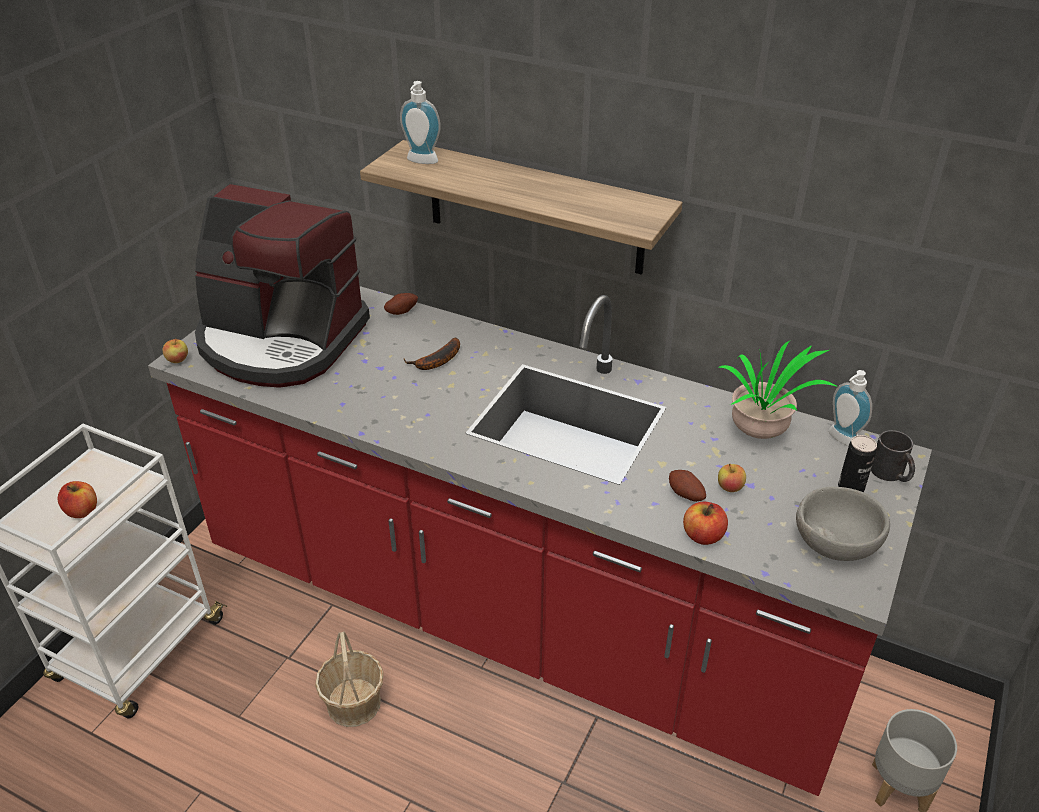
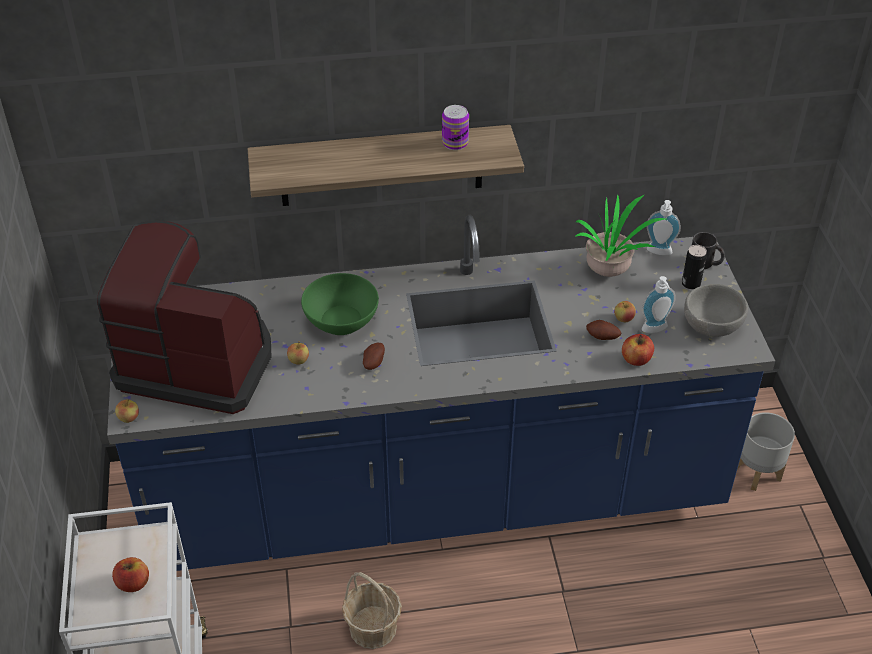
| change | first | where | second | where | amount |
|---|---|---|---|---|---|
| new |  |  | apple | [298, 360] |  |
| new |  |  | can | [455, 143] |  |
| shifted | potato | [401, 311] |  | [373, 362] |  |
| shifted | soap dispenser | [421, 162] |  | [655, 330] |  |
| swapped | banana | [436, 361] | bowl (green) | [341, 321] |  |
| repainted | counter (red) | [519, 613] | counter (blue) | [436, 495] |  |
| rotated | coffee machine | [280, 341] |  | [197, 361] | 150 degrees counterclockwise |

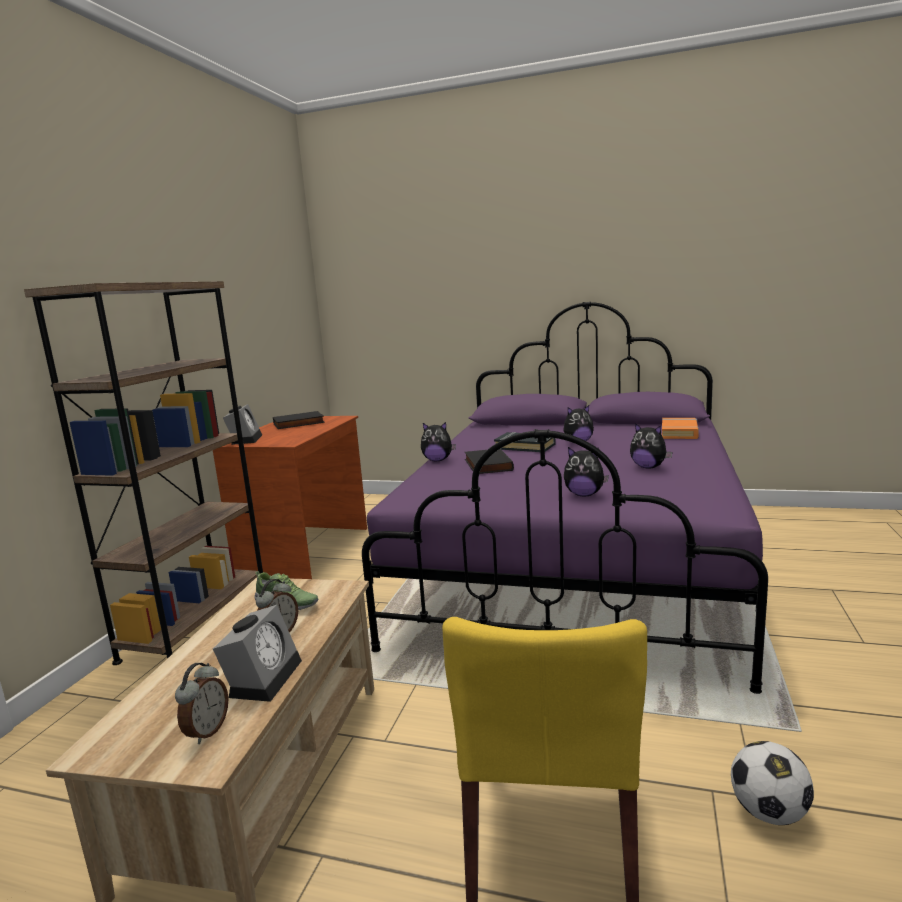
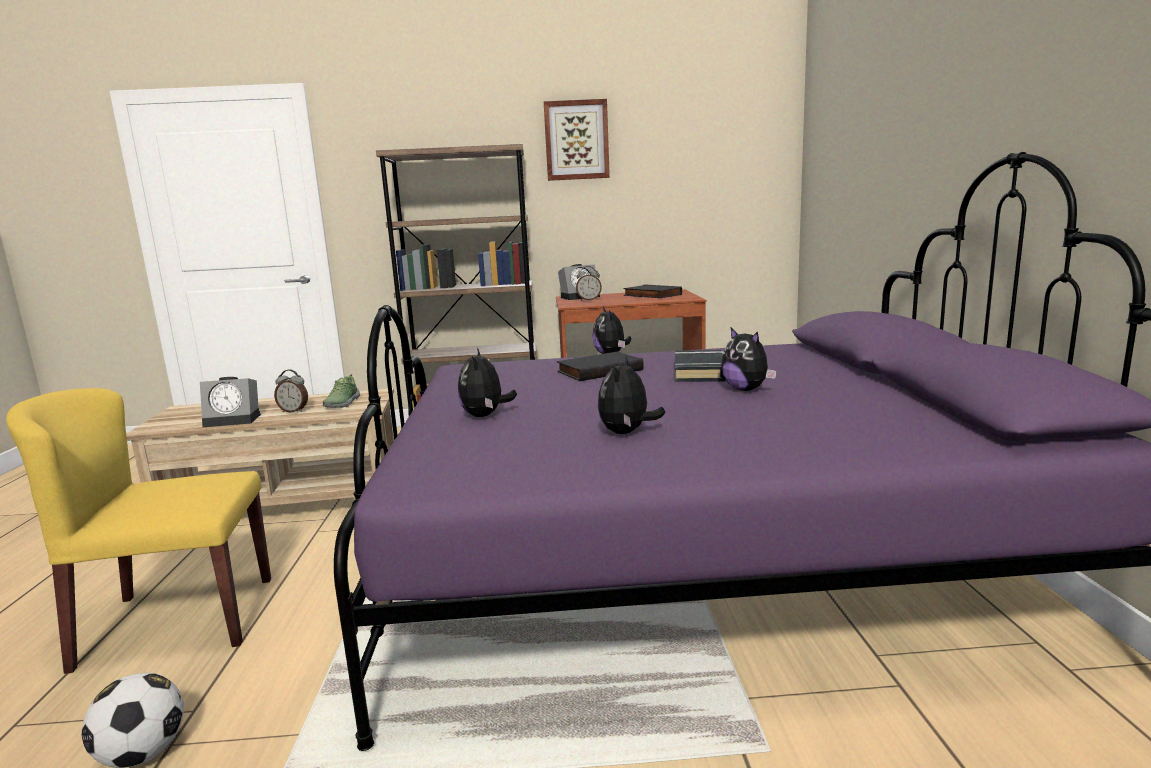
| change | first | where | second | where | amount |
|---|---|---|---|---|---|
| gone | book (orange) | [679, 432] |  |  |  |
| new |  |  | picture | [576, 140] |  |
| shifted | alarm clock | [206, 731] |  | [589, 300] |  |

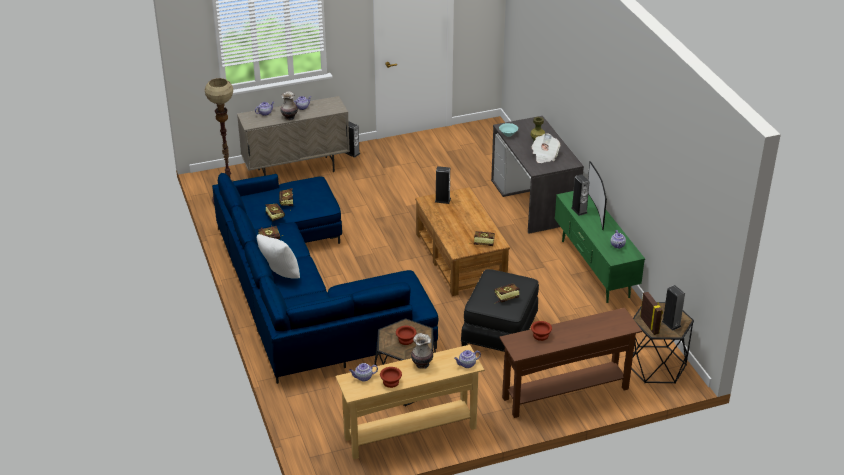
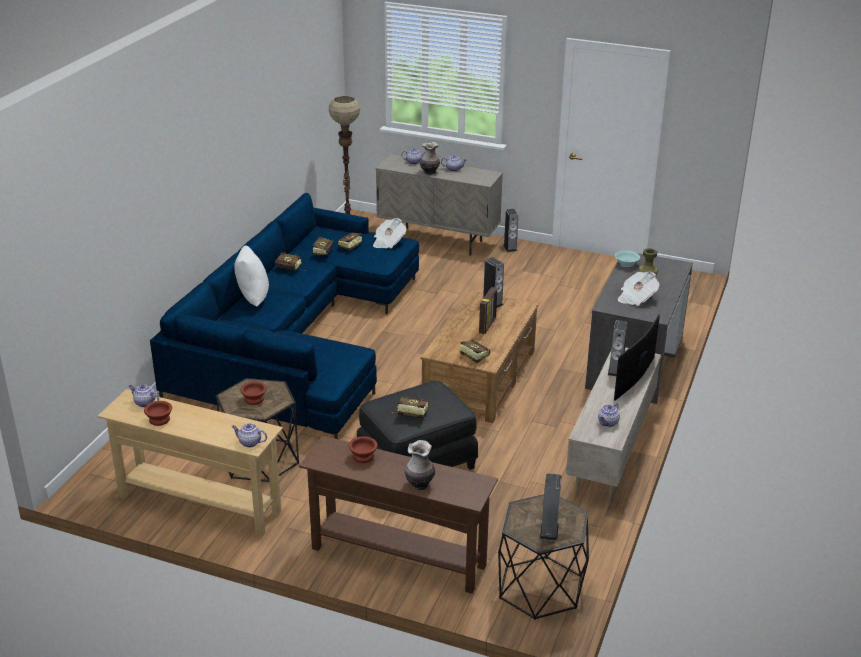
| change | first | where | second | where | amount |
|---|---|---|---|---|---|
| new |  |  | newspaper | [388, 242] |  |
| shifted | vase | [422, 364] |  | [419, 484] |  |
| shifted | picture frame | [650, 325] |  | [488, 326] |  |
| repainted | tv stand (green) | [594, 269] | tv stand (beige) | [610, 455] |  |

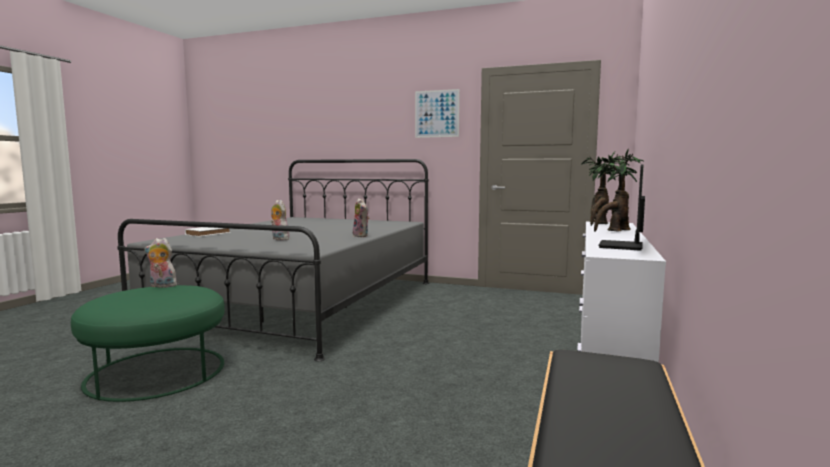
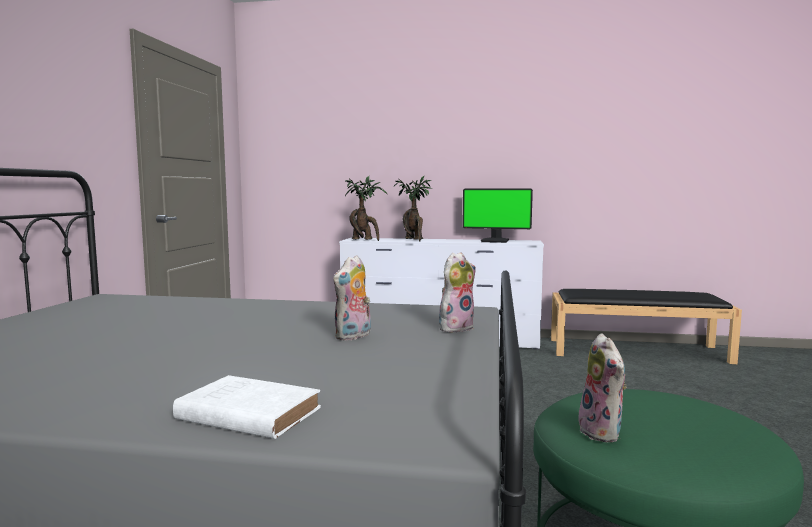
| change | first | where | second | where | amount |
|---|---|---|---|---|---|
| gone | picture | [436, 113] |  |  |  |
| shifted | plush toy | [362, 236] |  | [455, 327] |  |

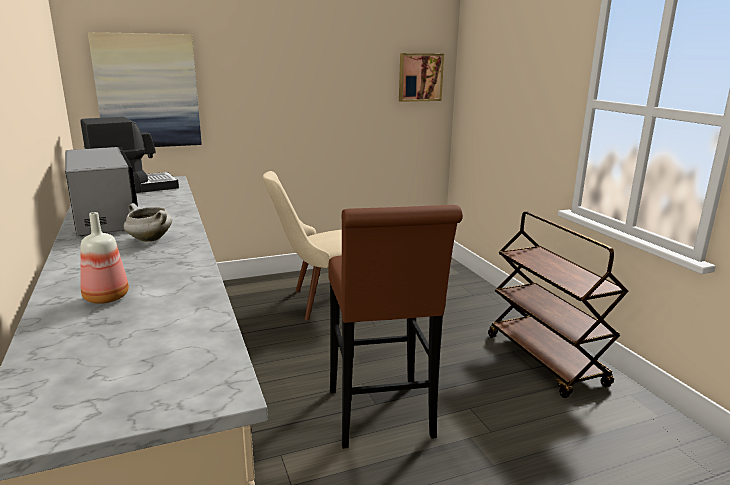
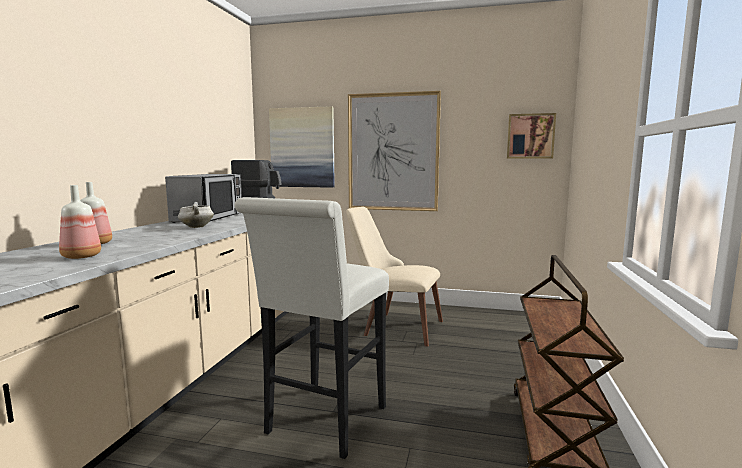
| change | first | where | second | where | amount |
|---|---|---|---|---|---|
| new |  |  | bottle | [80, 257] |  |
| new |  |  | picture | [393, 152] |  |
| repainted | stool (brown) | [382, 419] | stool (white) | [322, 424] |  |

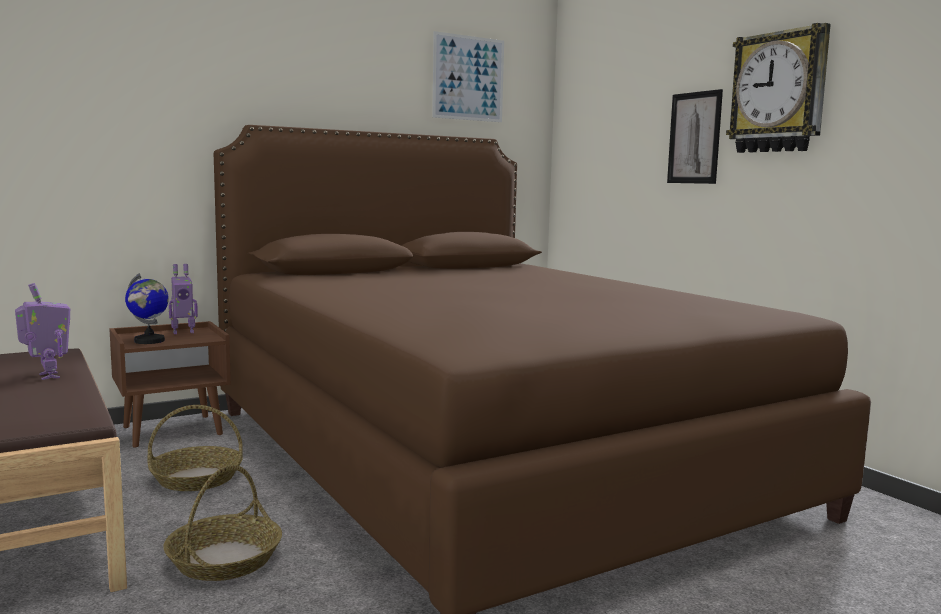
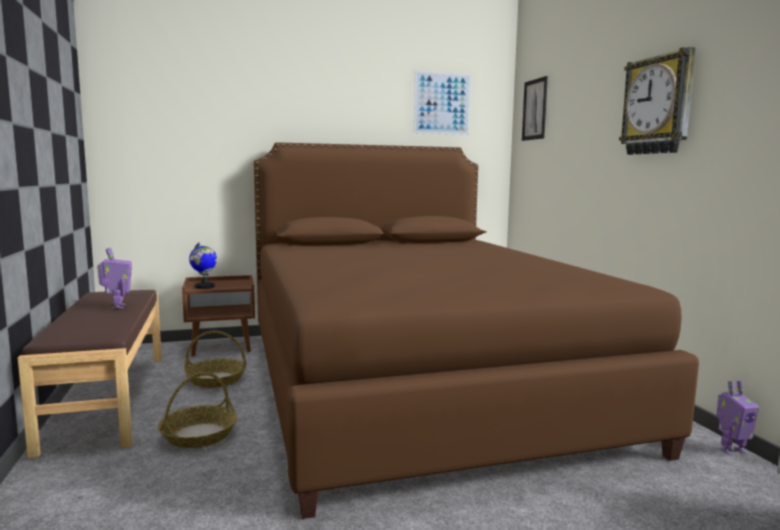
| change | first | where | second | where | amount |
|---|---|---|---|---|---|
| shifted | toy robot | [183, 332] |  | [731, 450] |  |
| shifted | picture | [694, 138] |  | [534, 109] |  |

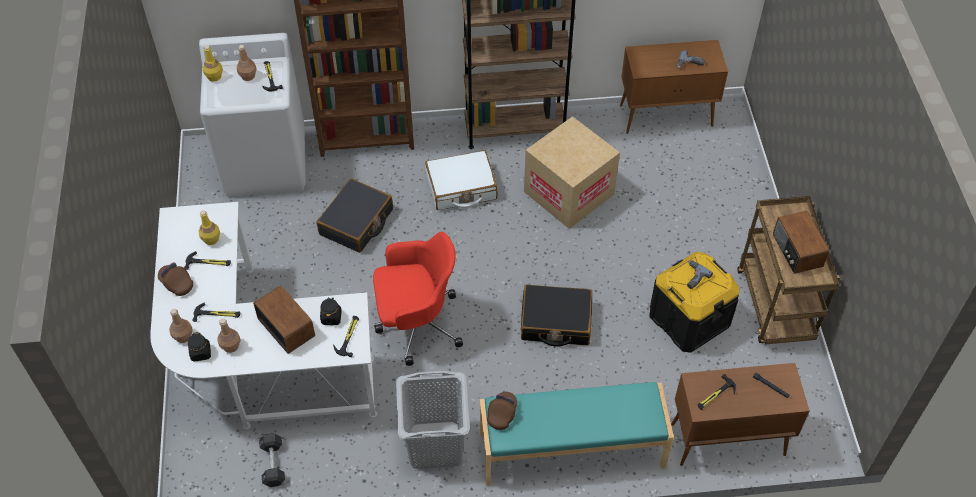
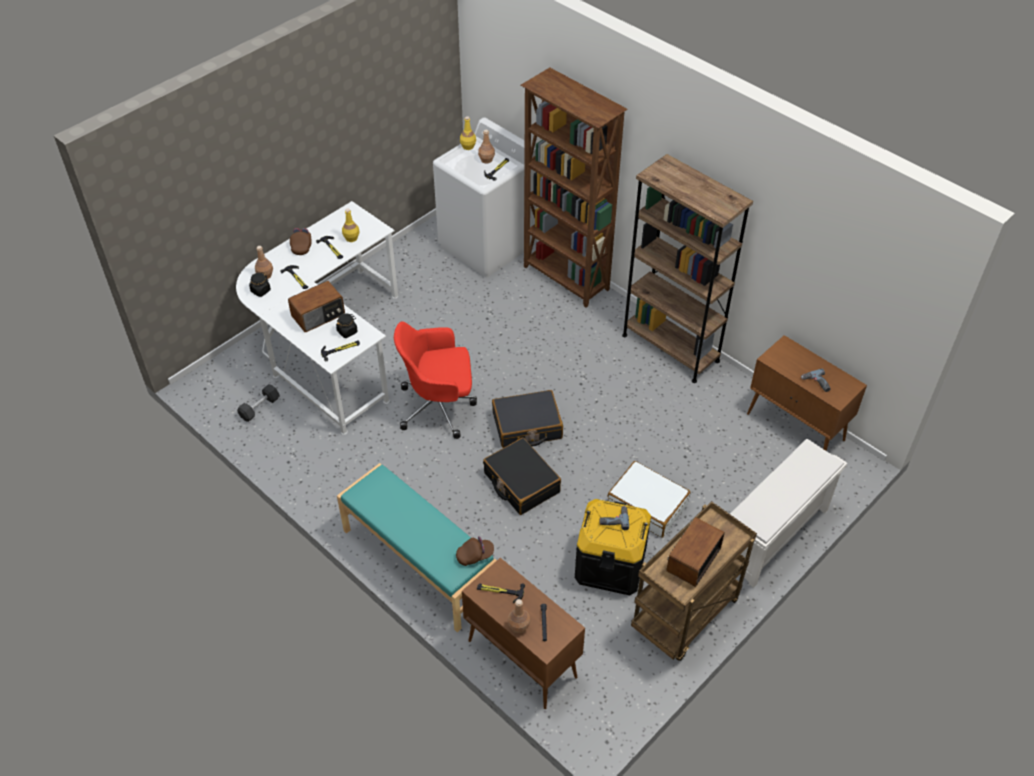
| change | first | where | second | where | amount |
|---|---|---|---|---|---|
| gone | laundry basket (grey) | [436, 444] |  |  |  |
| gone | cardboard box | [569, 193] |  |  |  |
| new |  |  | shoe rack (white) | [773, 536] |  |
| shifted | bottle (brown) | [231, 346] |  | [518, 626] |  |
| shifted | suitcase (black) | [356, 222] |  | [527, 426] |  |
| shifted | suitcase (white) | [461, 188] |  | [647, 506] |  |
| shifted | cap (brown) | [502, 414] |  | [475, 555] |  |
| rotated | radio | [287, 327] |  | [319, 316] | 45 degrees clockwise |
| rotated | office chair (red) | [416, 324] |  | [439, 407] | 135 degrees clockwise |

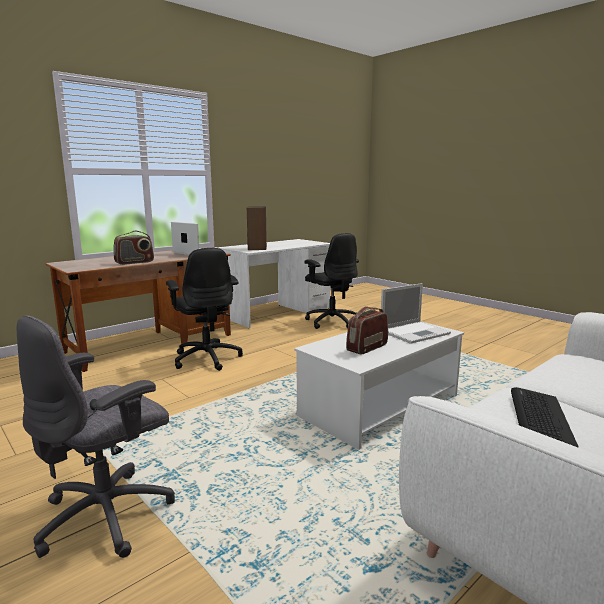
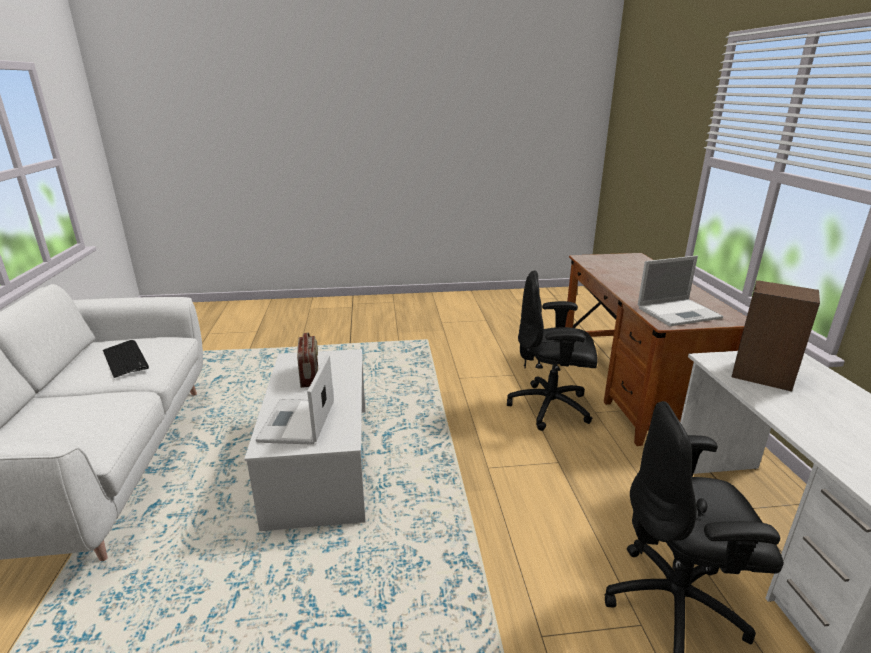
| change | first | where | second | where | amount |
|---|---|---|---|---|---|
| gone | office chair (grey) | [108, 515] |  |  |  |
| gone | radio | [134, 262] |  |  |  |

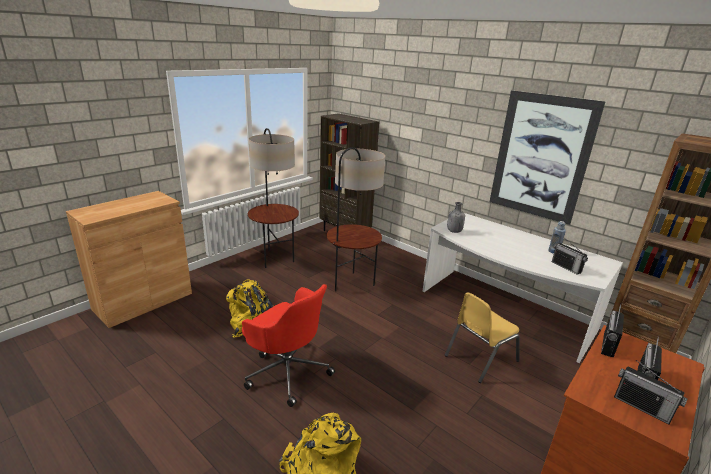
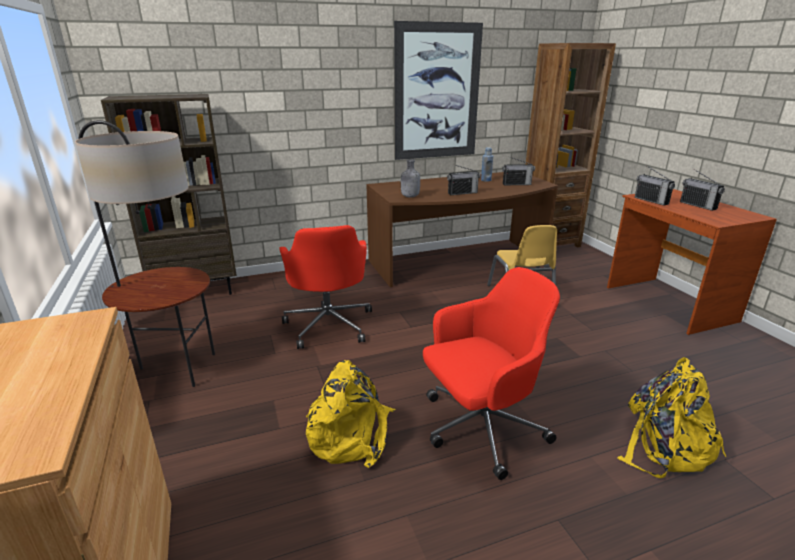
| change | first | where | second | where | amount |
|---|---|---|---|---|---|
| shifted | radio | [642, 407] |  | [462, 193] |  |
| swapped | floor lamp | [351, 284] | office chair (red) | [329, 324] |  |
| repainted | desk (white) | [503, 312] | desk (brown) | [459, 263] |  |

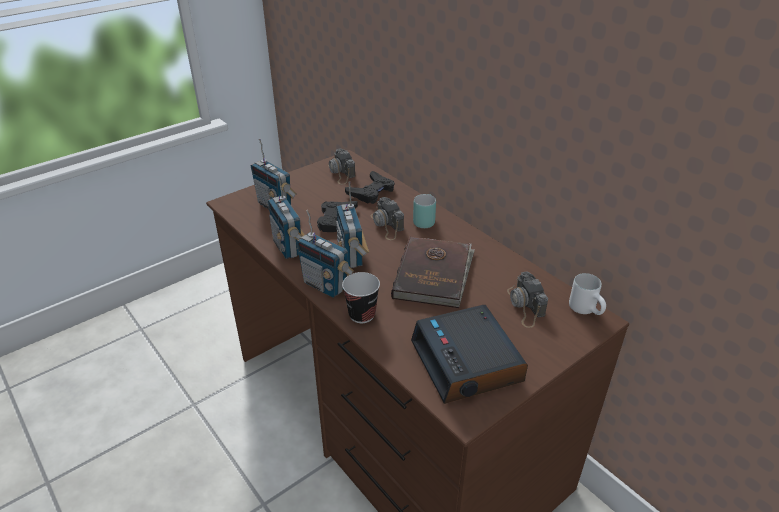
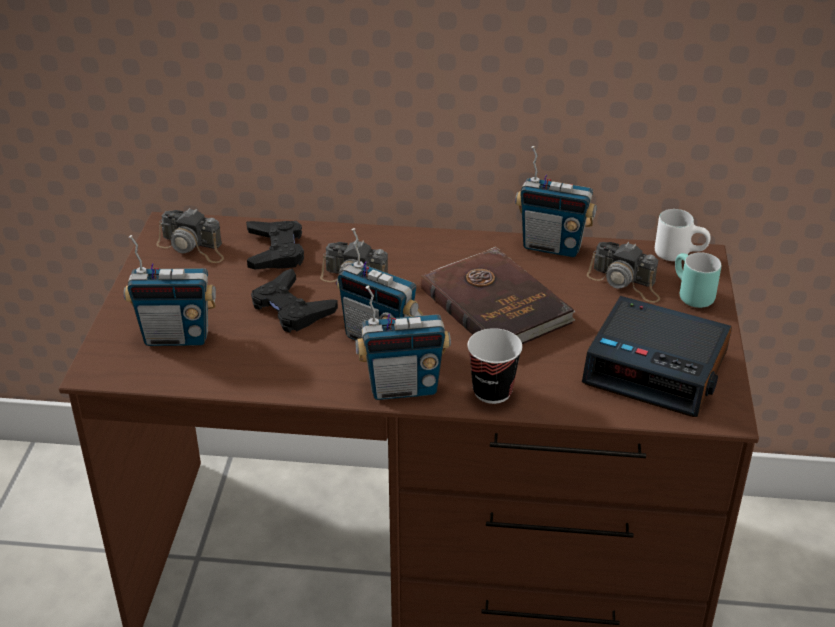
| change | first | where | second | where | amount |
|---|---|---|---|---|---|
| shifted | radio | [289, 247] |  | [552, 246] |  |
| shifted | mug (turquoise) | [423, 220] |  | [689, 295] |  |

